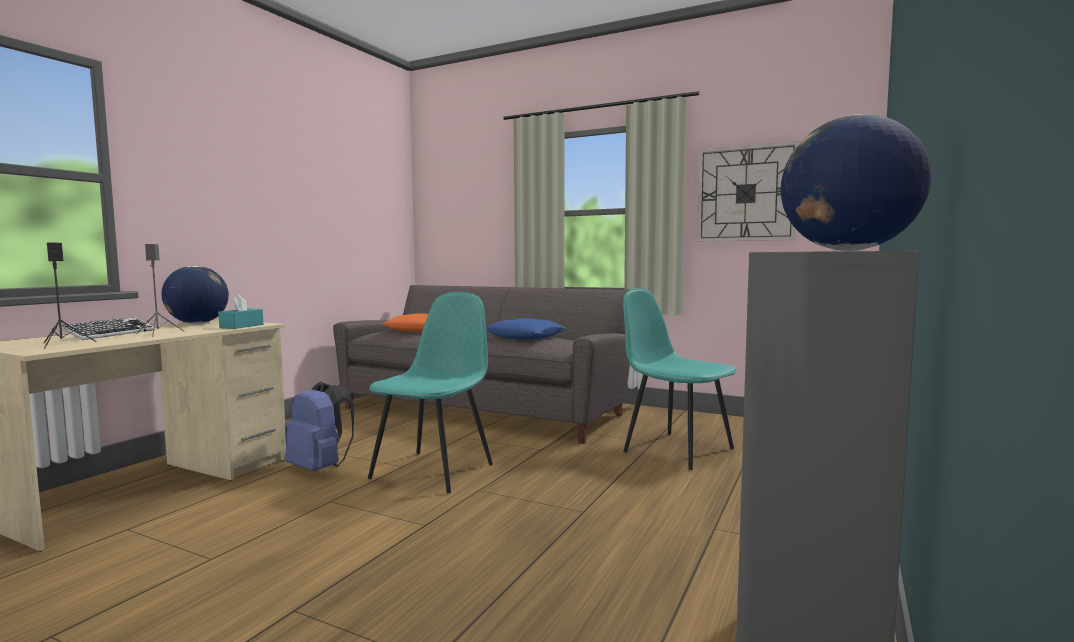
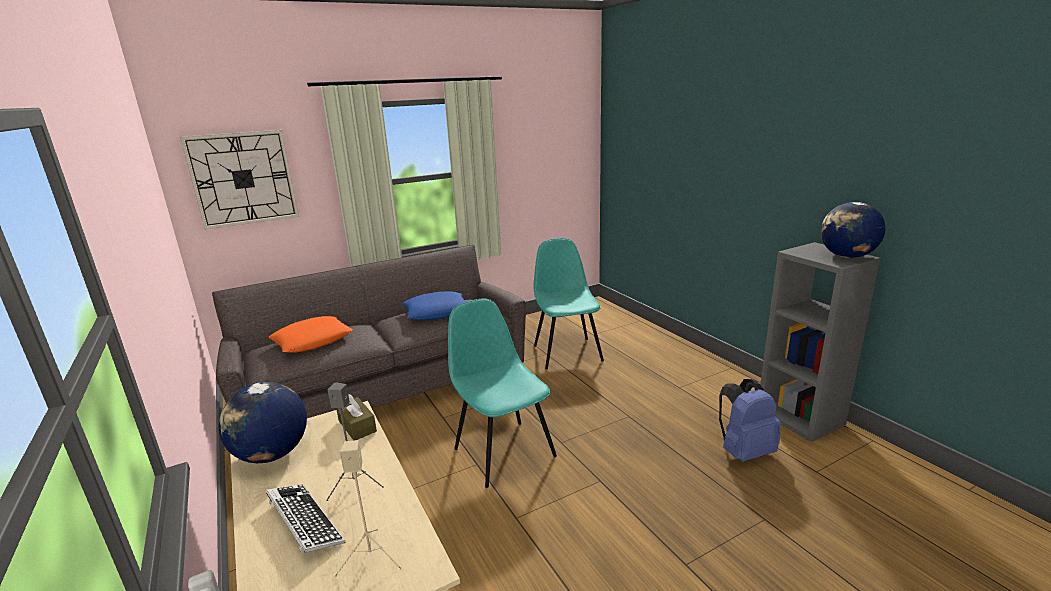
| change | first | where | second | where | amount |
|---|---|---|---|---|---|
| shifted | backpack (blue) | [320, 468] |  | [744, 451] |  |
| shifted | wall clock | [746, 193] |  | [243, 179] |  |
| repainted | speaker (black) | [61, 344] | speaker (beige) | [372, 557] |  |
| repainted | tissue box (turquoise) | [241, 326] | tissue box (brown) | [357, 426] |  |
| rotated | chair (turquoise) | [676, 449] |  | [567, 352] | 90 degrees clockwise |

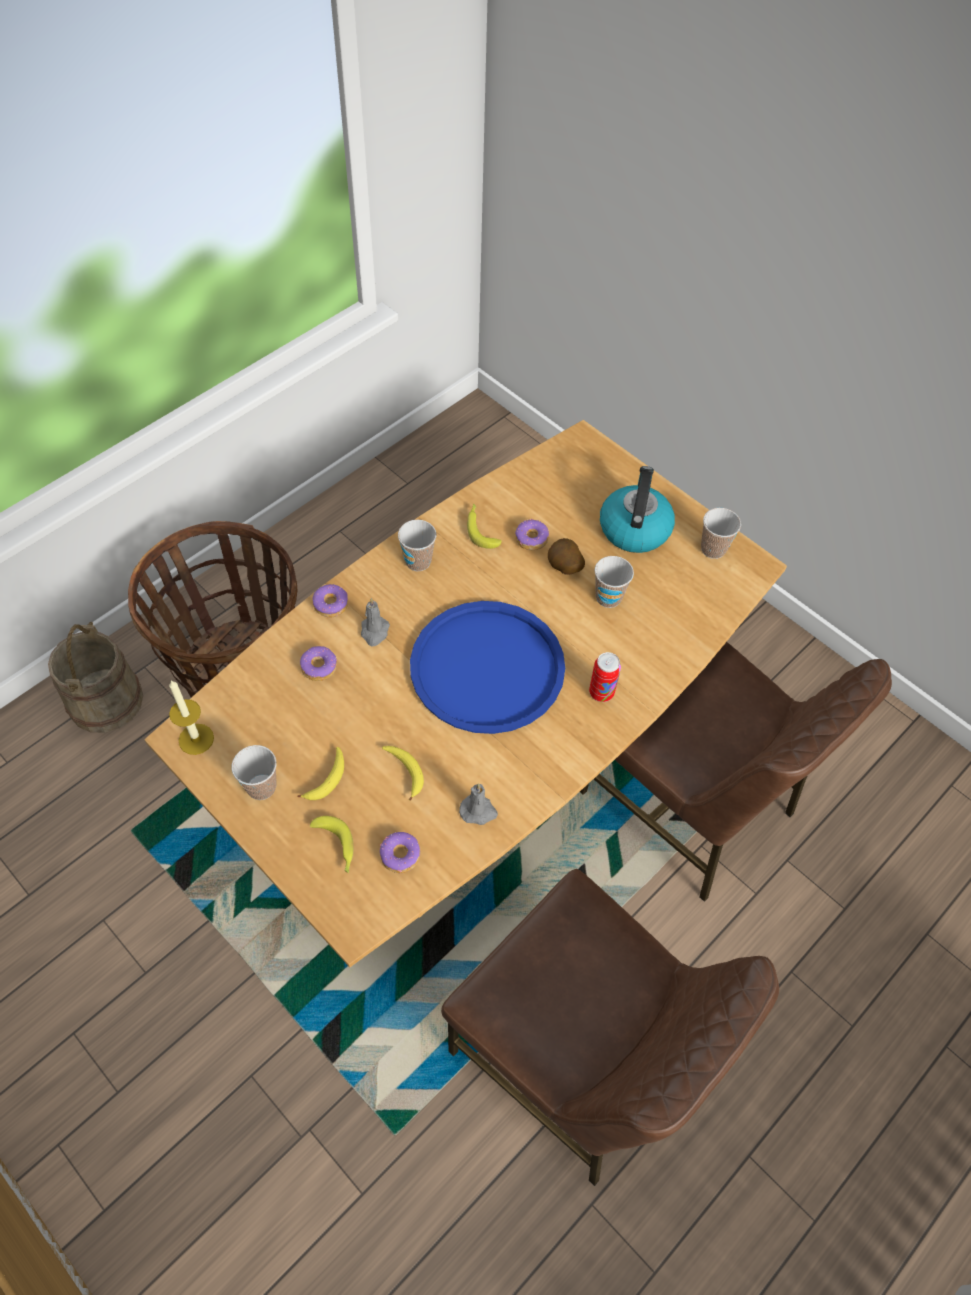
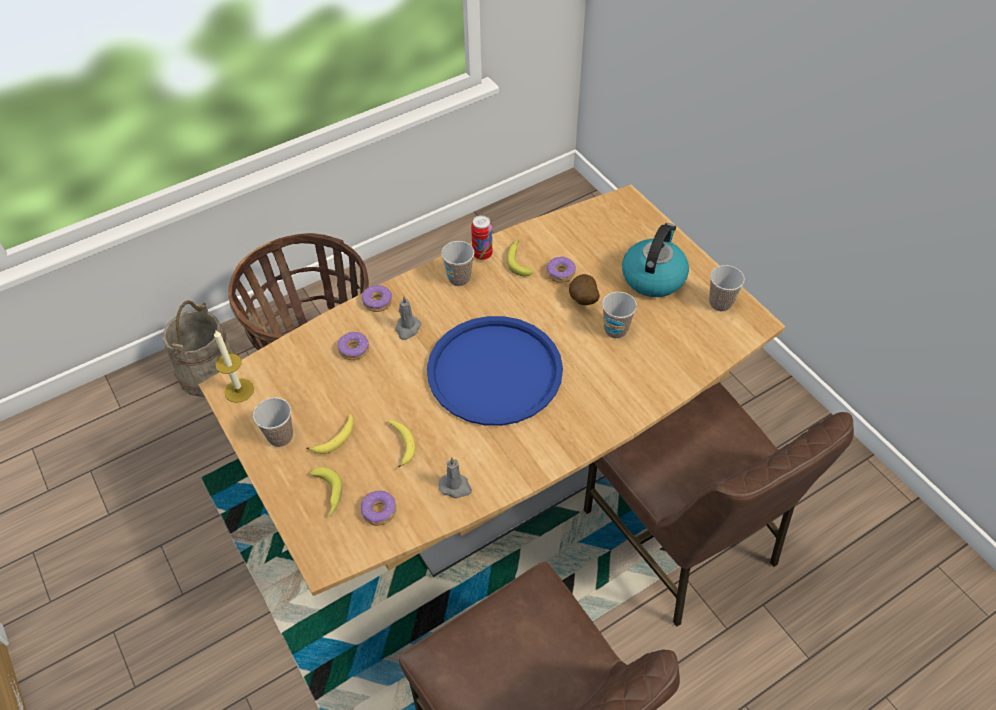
| change | first | where | second | where | amount |
|---|---|---|---|---|---|
| shifted | can | [601, 693] |  | [482, 254] |  |

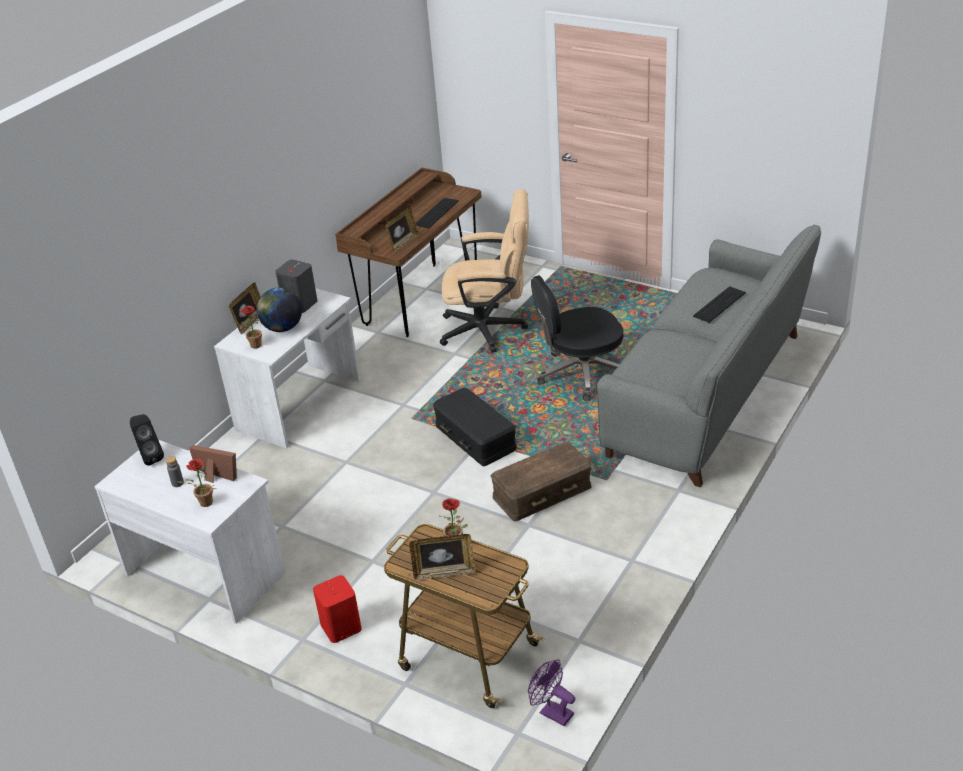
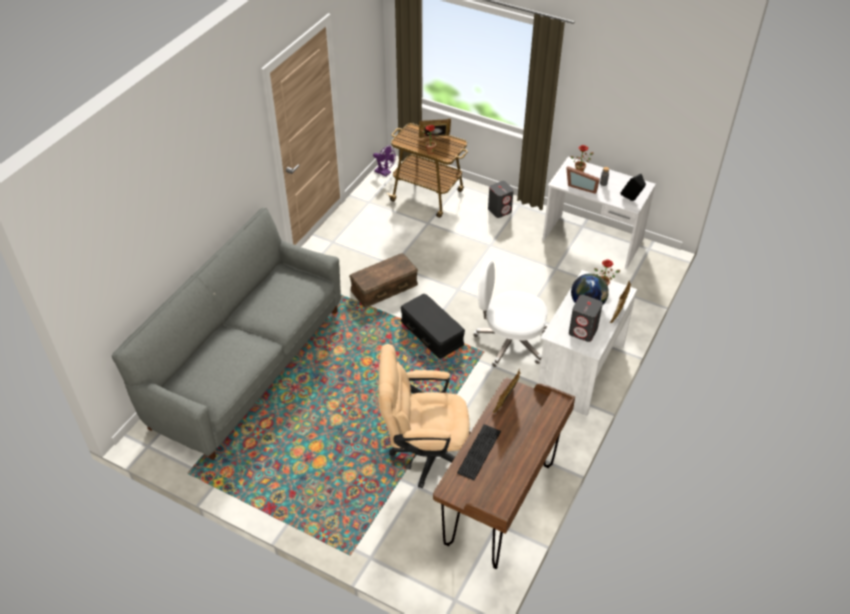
| change | first | where | second | where | amount |
|---|---|---|---|---|---|
| gone | office chair (black) | [581, 374] |  |  |  |
| gone | keyboard | [719, 304] |  |  |  |
| new |  |  | office chair (white) | [509, 342] |  |
| repainted | speaker (red) | [340, 627] | speaker (grey) | [500, 210] |  |

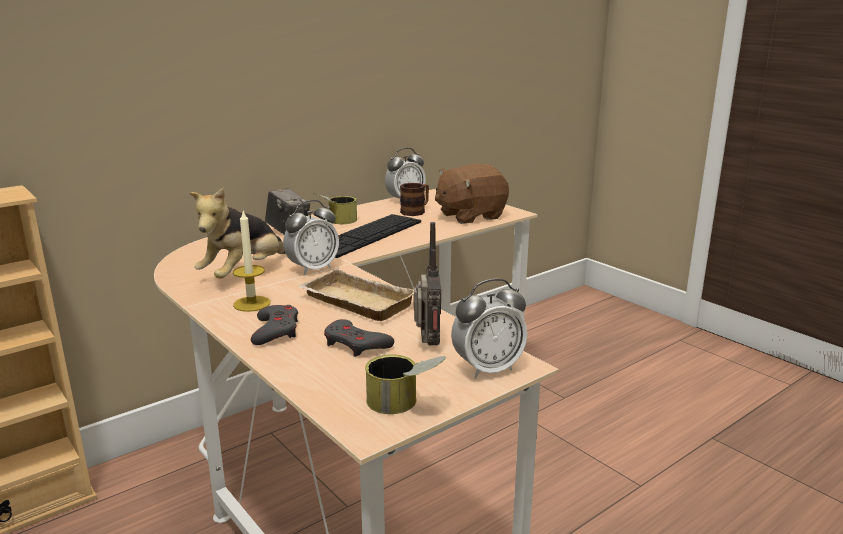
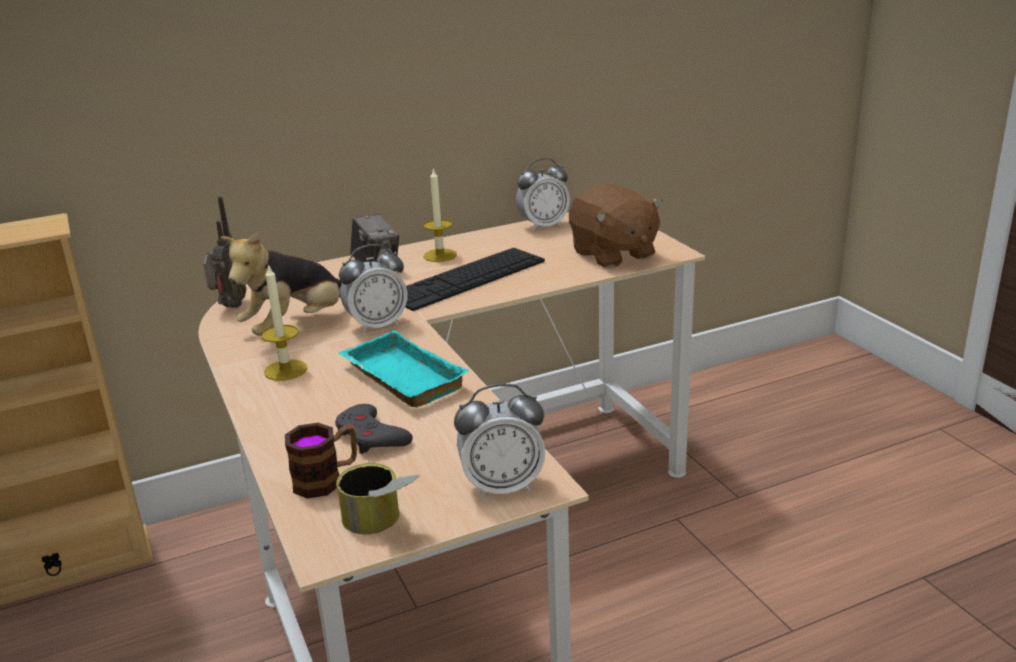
| change | first | where | second | where | amount |
|---|---|---|---|---|---|
| gone | game controller (grey) | [276, 330] |  |  |  |
| shifted | mug | [416, 211] |  | [326, 479] |  |
| shifted | radio | [427, 344] |  | [229, 306] |  |
| swapped | can | [335, 222] | candle | [440, 255] |  |
| repainted | tray (beige) | [354, 303] | tray (turquoise) | [399, 378] |  |
| rotated | plush toy (brown) | [470, 216] |  | [613, 254] | 105 degrees counterclockwise |

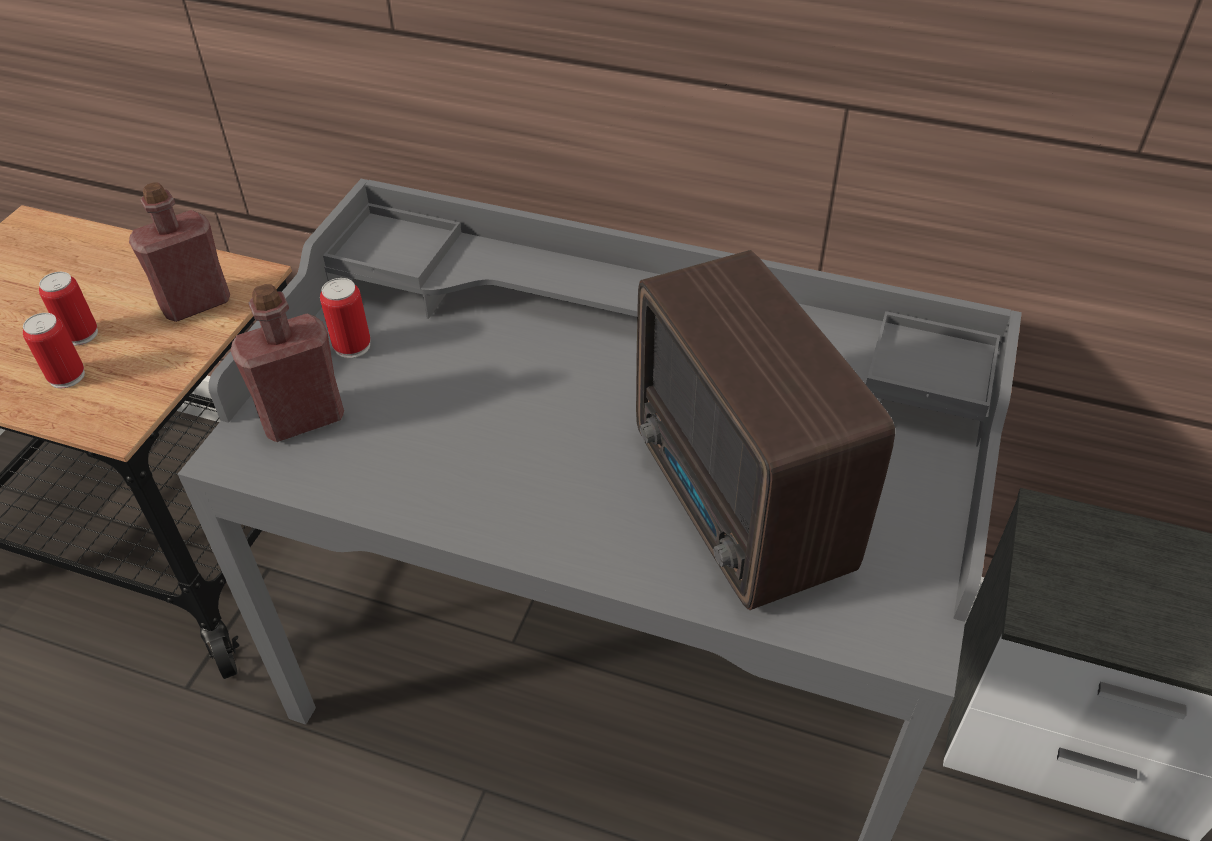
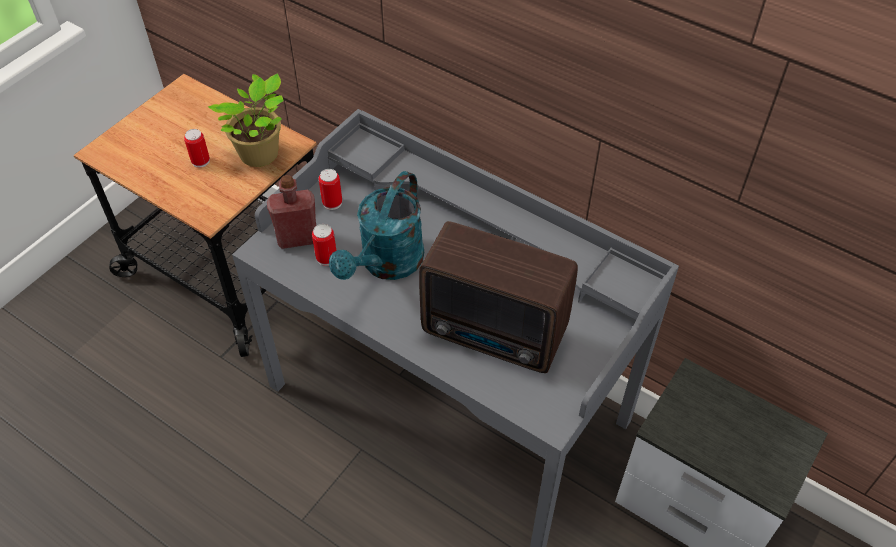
| change | first | where | second | where | amount |
|---|---|---|---|---|---|
| new |  |  | watering can (turquoise) | [386, 265] |  |
| shifted | can | [67, 376] |  | [326, 258] |  |
| swapped | bottle (red) | [196, 303] | potted plant | [262, 155] |  |
| rotated | radio | [738, 507] |  | [496, 335] | 60 degrees counterclockwise |

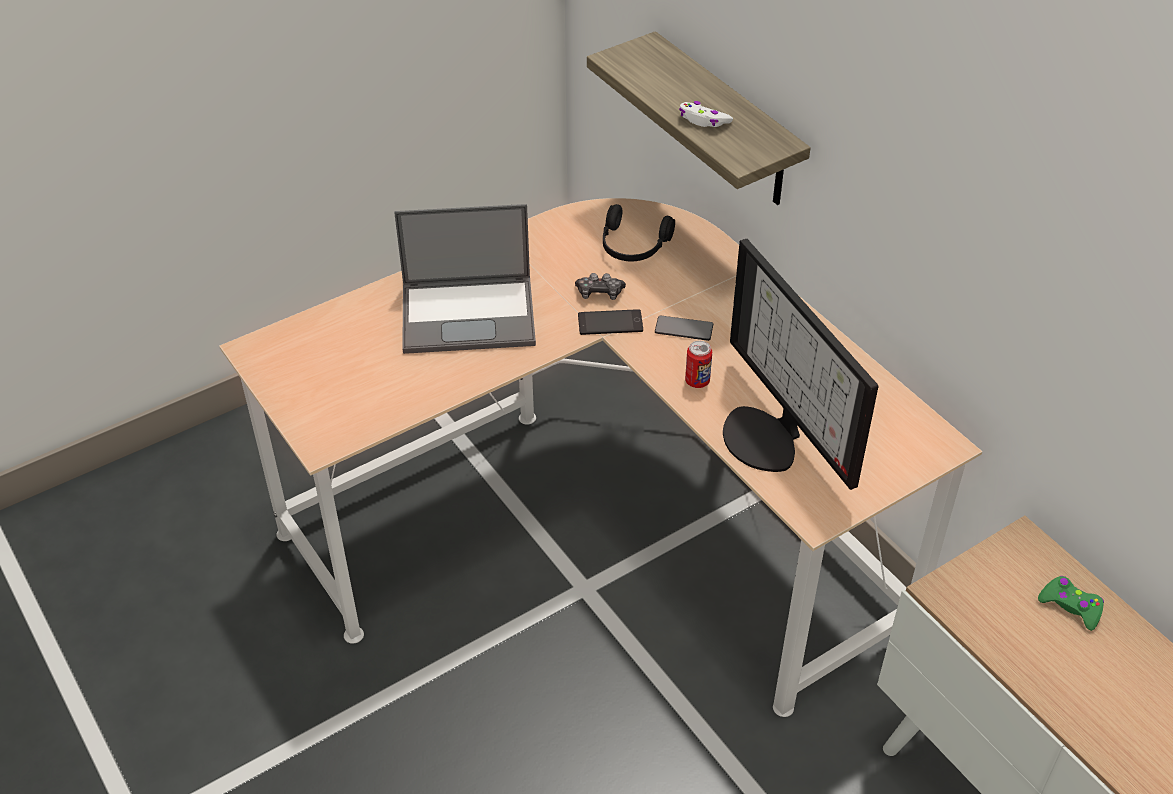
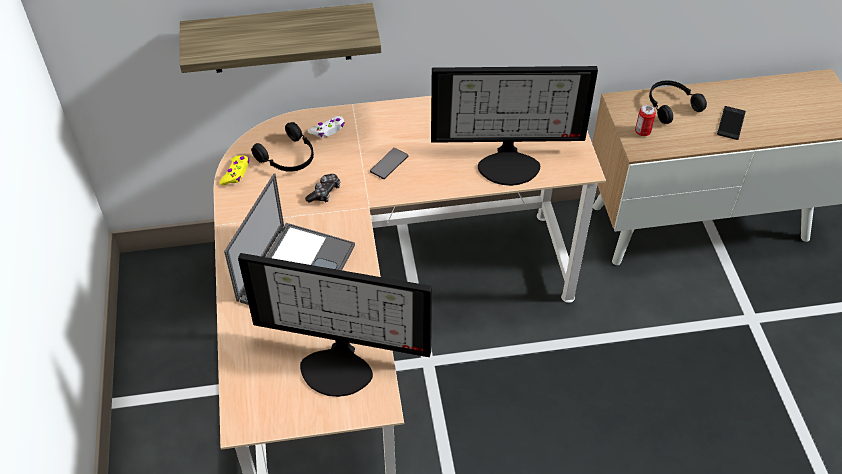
| change | first | where | second | where | amount |
|---|---|---|---|---|---|
| new |  |  | game controller (yellow) | [236, 173] |  |
| new |  |  | monitor | [339, 365] |  |
| shifted | phone | [610, 323] |  | [731, 123] |  |
| shifted | game controller (white) | [703, 120] |  | [328, 130] |  |
| shifted | can | [697, 381] |  | [642, 132] |  |
| swapped | game controller (green) | [1070, 606] | headphones (black) | [670, 105] |  |

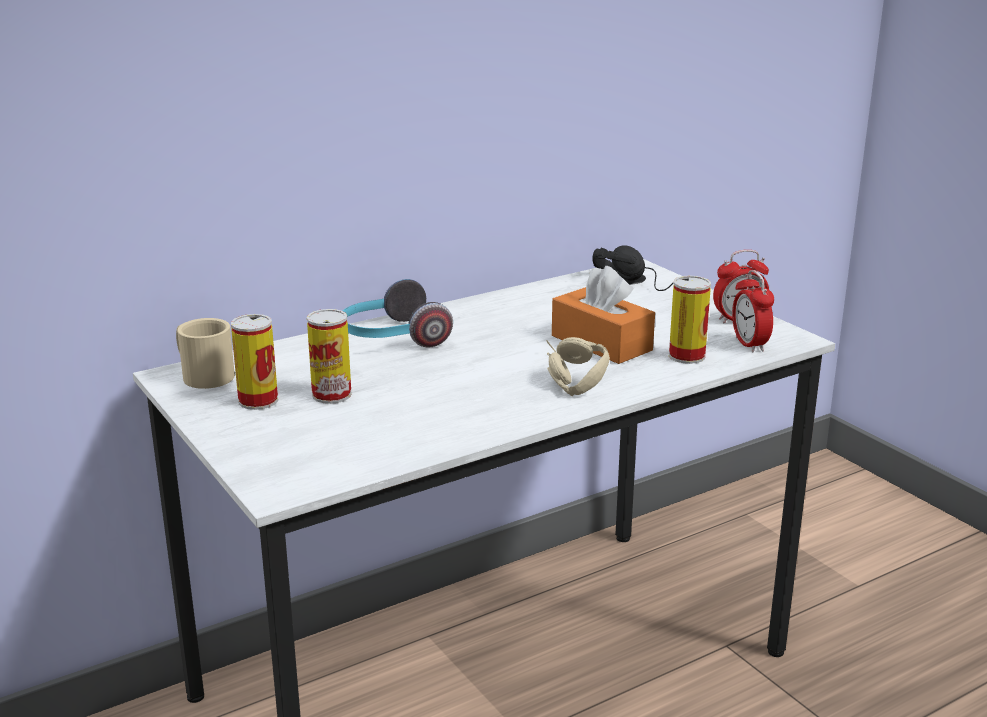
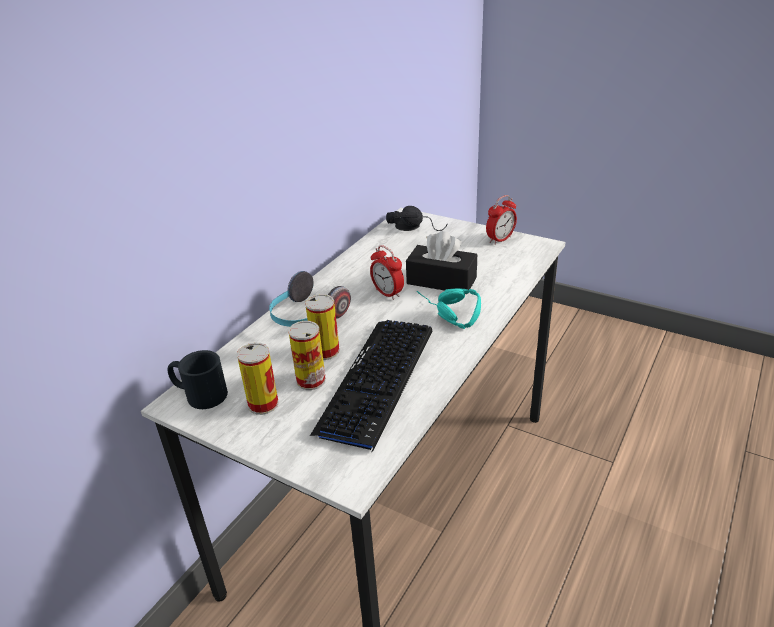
| change | first | where | second | where | amount |
|---|---|---|---|---|---|
| new |  |  | keyboard | [377, 381] |  |
| shifted | can | [686, 356] |  | [325, 351] |  |
| shifted | alarm clock | [749, 344] |  | [387, 293] |  |
| repainted | mug (beige) | [202, 374] | mug (black) | [199, 394] |  |
| repainted | headphones (beige) | [561, 377] | headphones (turquoise) | [444, 315] |  |
| repainted | tissue box (orange) | [601, 343] | tissue box (black) | [441, 281] |  |

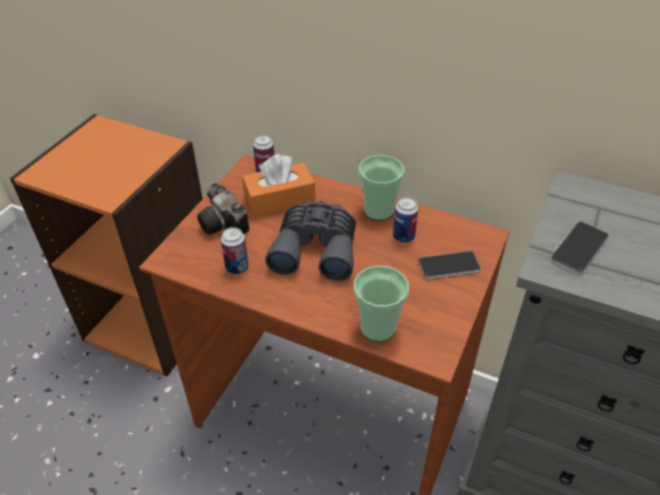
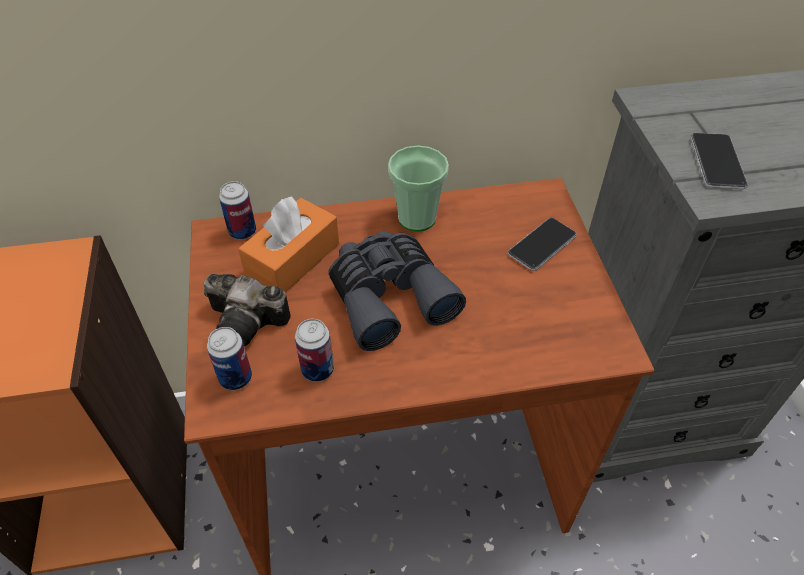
| change | first | where | second | where | amount |
|---|---|---|---|---|---|
| gone | cup | [378, 328] |  |  |  |
| shifted | can | [403, 237] |  | [235, 378] |  |

